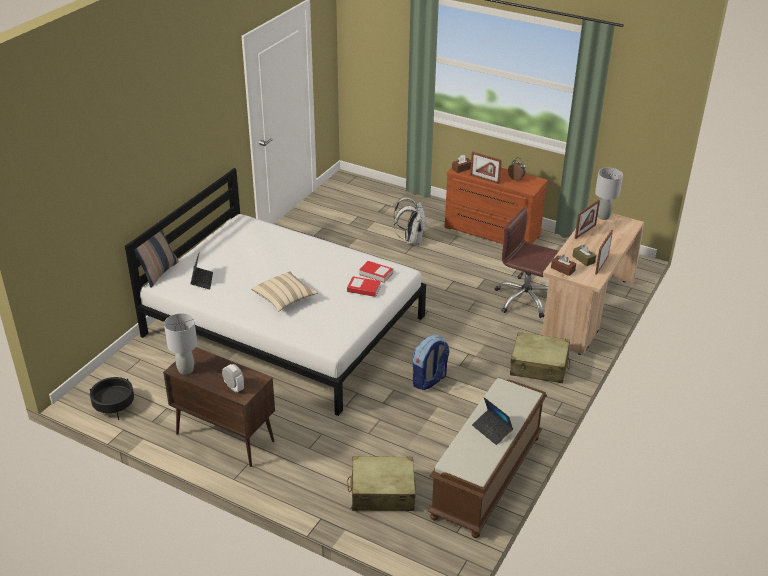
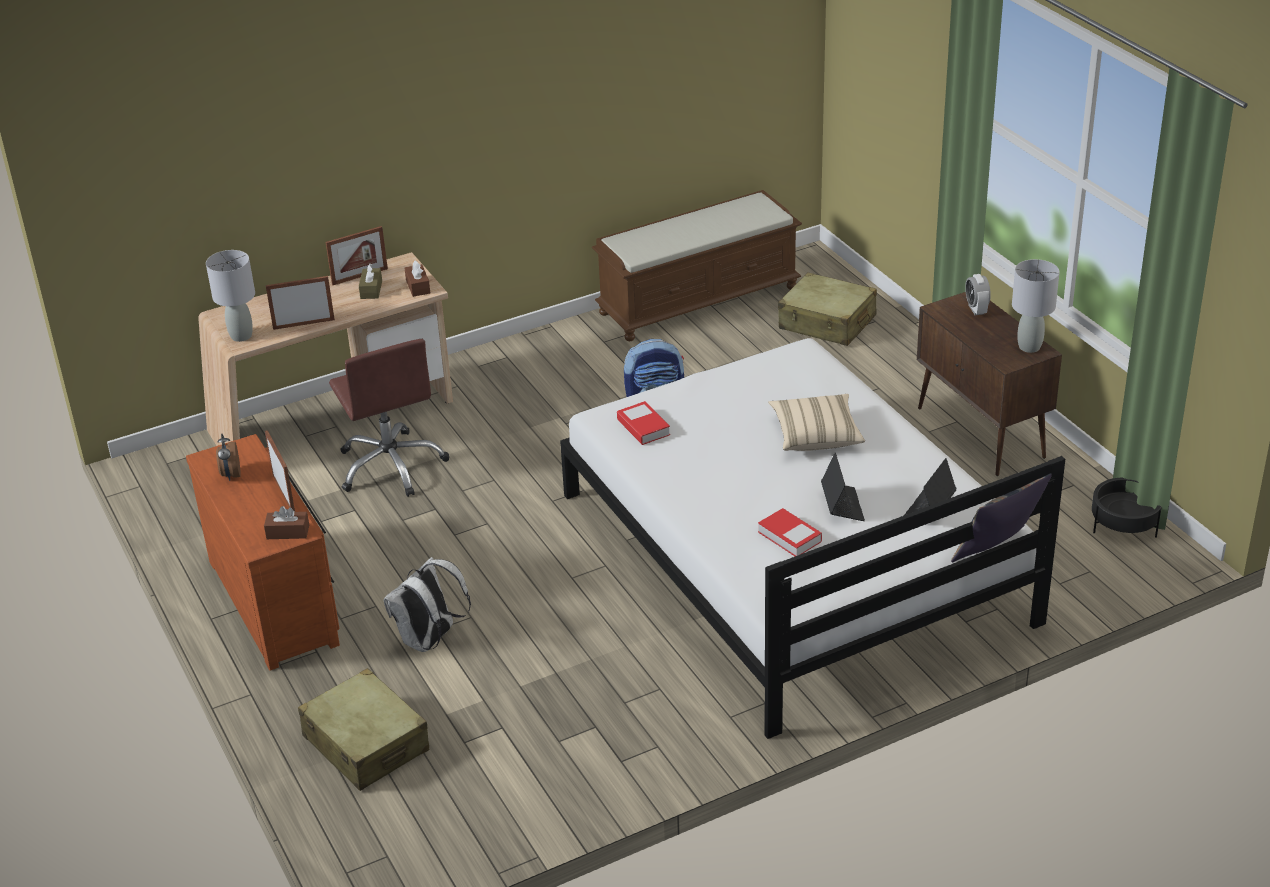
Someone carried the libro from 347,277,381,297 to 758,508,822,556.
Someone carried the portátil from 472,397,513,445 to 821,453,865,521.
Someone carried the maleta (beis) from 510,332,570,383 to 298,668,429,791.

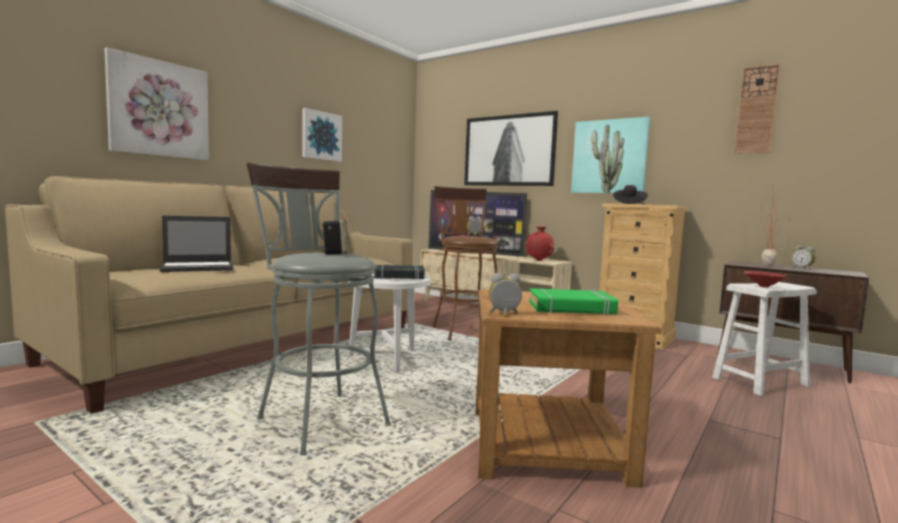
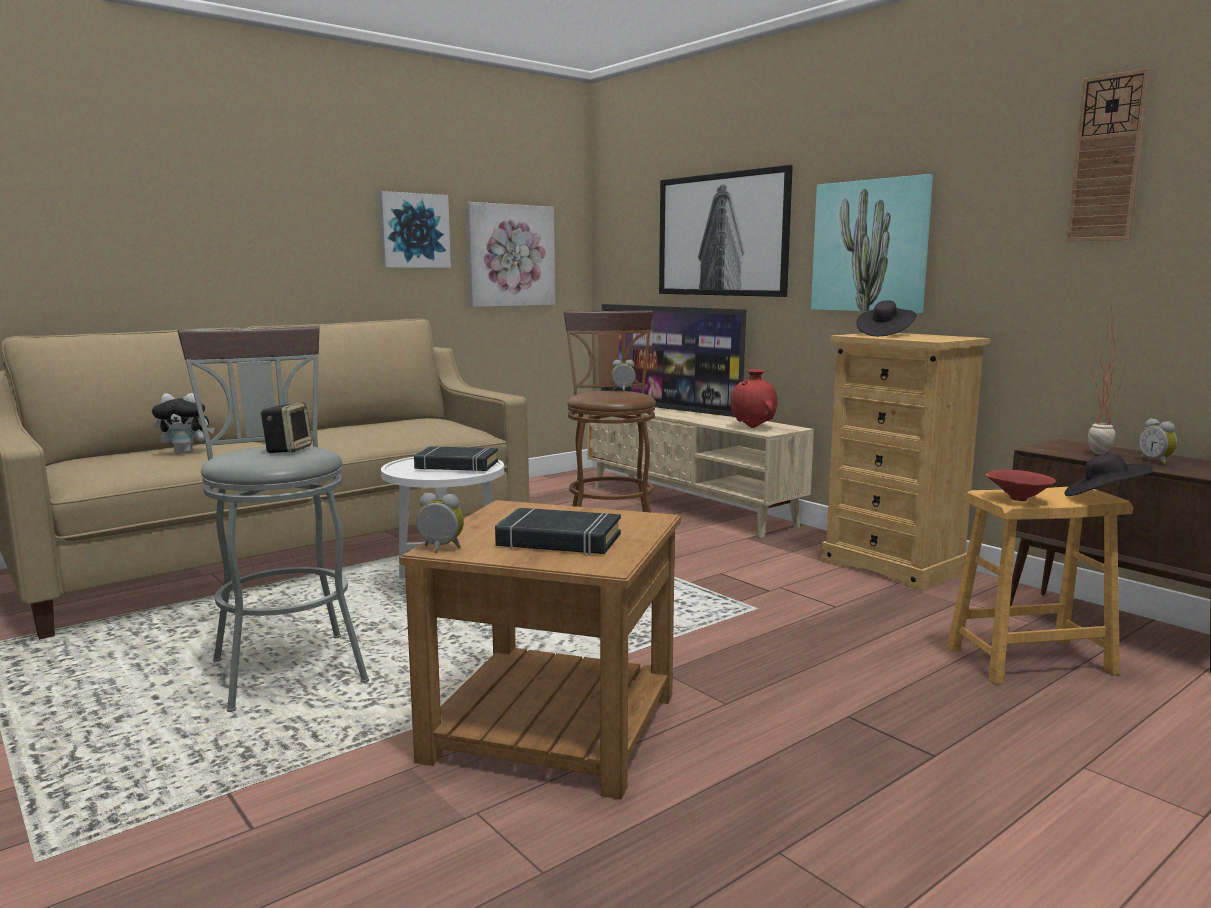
Someone put down the sombrero (negro) at 1065,454,1153,496.
Someone carried the cuadro from 104,47,209,160 to 467,202,555,307.
Someone swapped the portátil at 160,216,233,272 for the peluche at 152,393,215,454.
Someone repainted the libro (verde) at 529,288,618,315, which became the libro (negro) at 495,508,621,555.
Someone repainted the taburete (blanco) at 712,282,817,396, which became the taburete (marrón) at 947,486,1133,684.

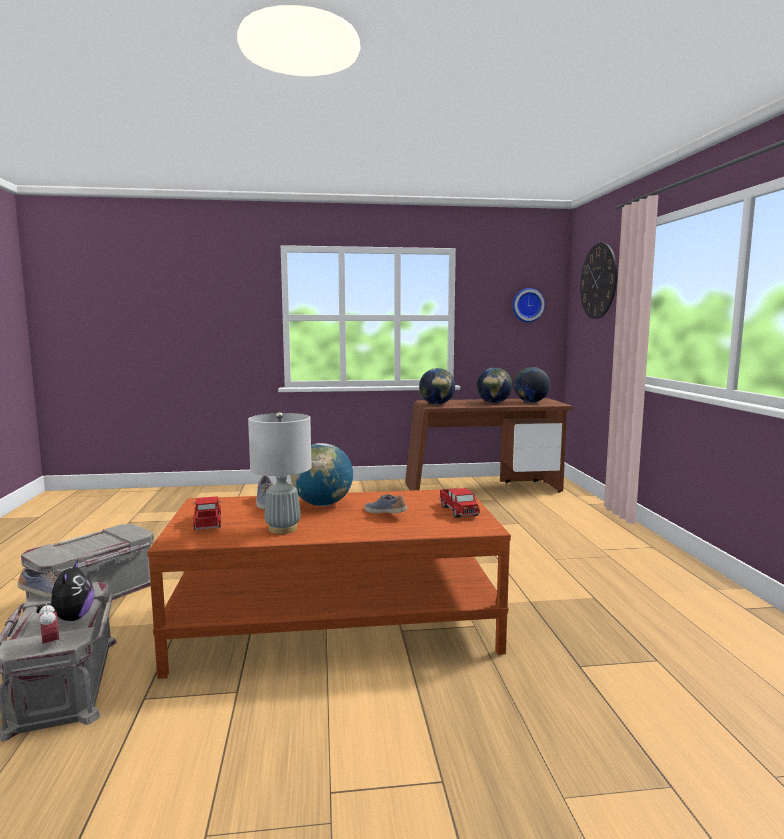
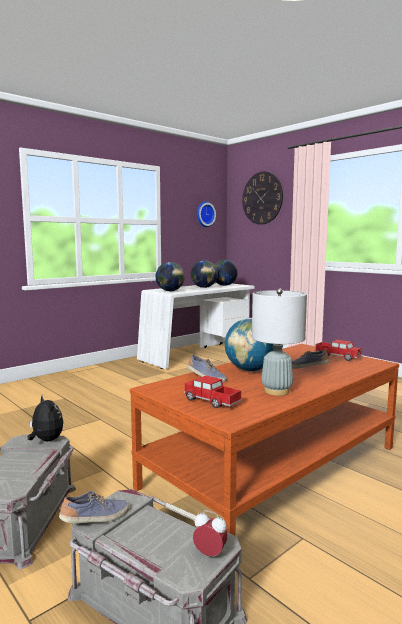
Someone carried the peluche from 36,559,94,621 to 27,396,63,441.
Someone repainted the escritorio (marrón) at 405,398,572,492, which became the escritorio (blanco) at 137,283,254,369.

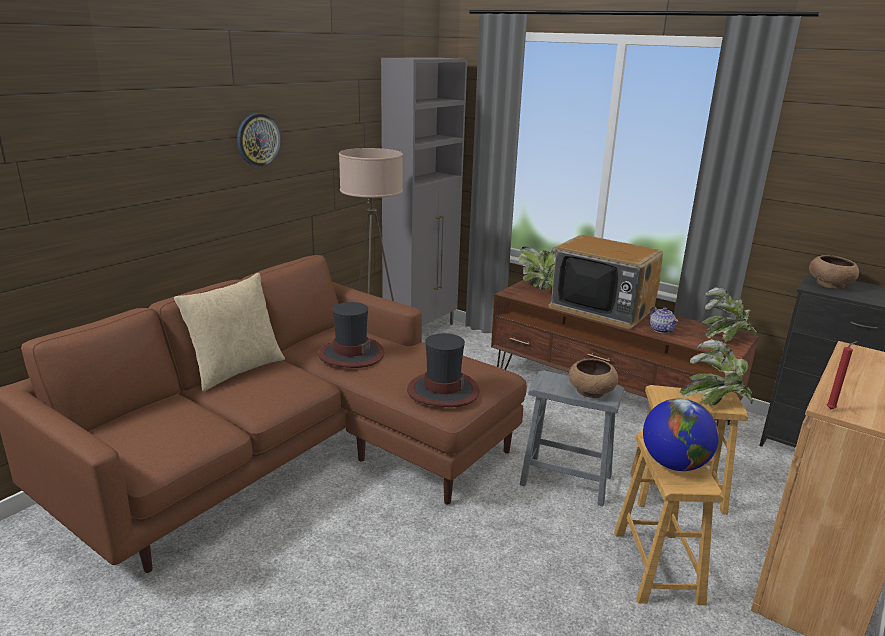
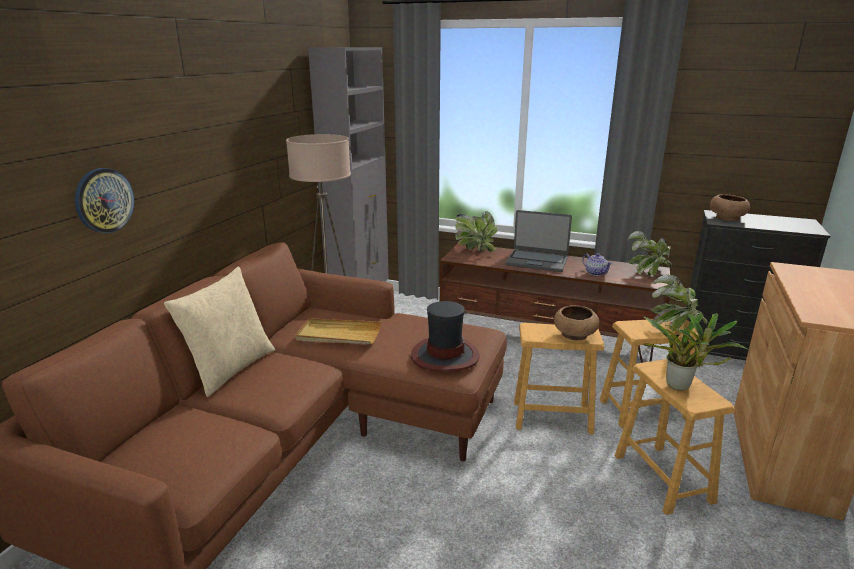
Someone took away the vela (rojo) at 827,341,858,409.
Someone carried the reloj de pared from 237,113,281,167 to 75,168,134,233.
Someone swapped the sombrero at 318,302,384,368 for the bandeja (beis) at 295,318,381,344.
Someone swapped the televisor at 548,234,663,329 for the portátil at 505,210,572,272.
Someone swapped the globo terráqueo at 643,398,719,471 for the planta en maceta at 642,313,750,391.
Someone repainted the taburete (gris) at 520,371,624,506, which became the taburete (marrón) at 514,323,604,435.

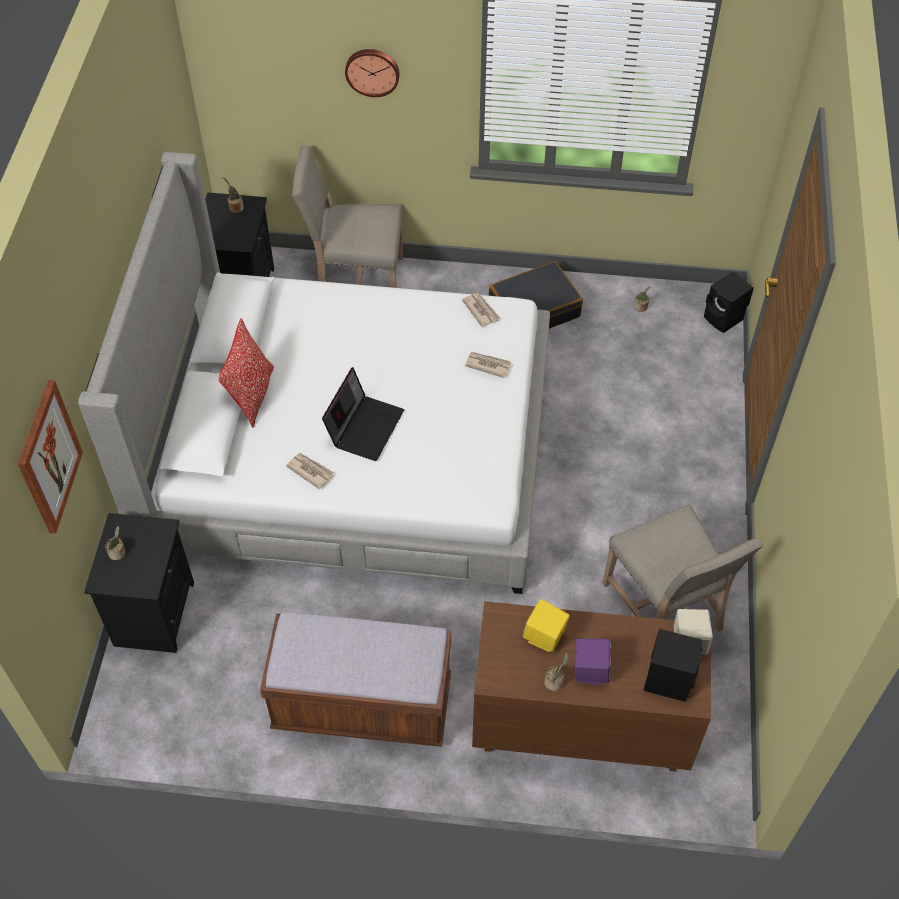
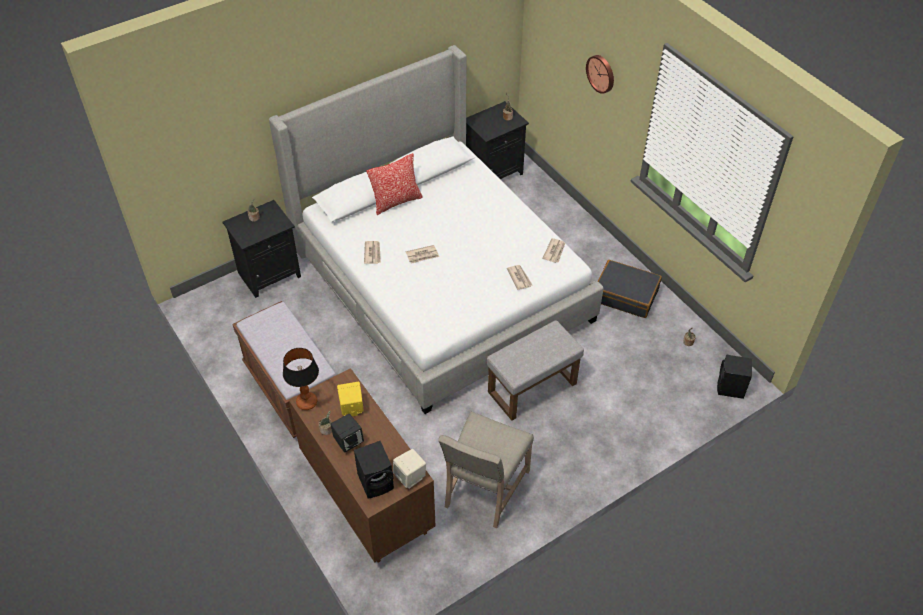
Someone took away the cuadro at 17,380,83,534.
Someone took away the silla (beis) at 292,145,403,288.
Someone put down the lámpara de mesa at 283,348,319,410.
Someone put down the puf (gris) at 487,320,584,421.
Someone swapped the portátil at 322,367,404,461 for the periódico at 406,245,439,264.
Someone repainted the altavoz (morado) at 575,639,611,685, which became the altavoz (negro) at 330,414,364,453.

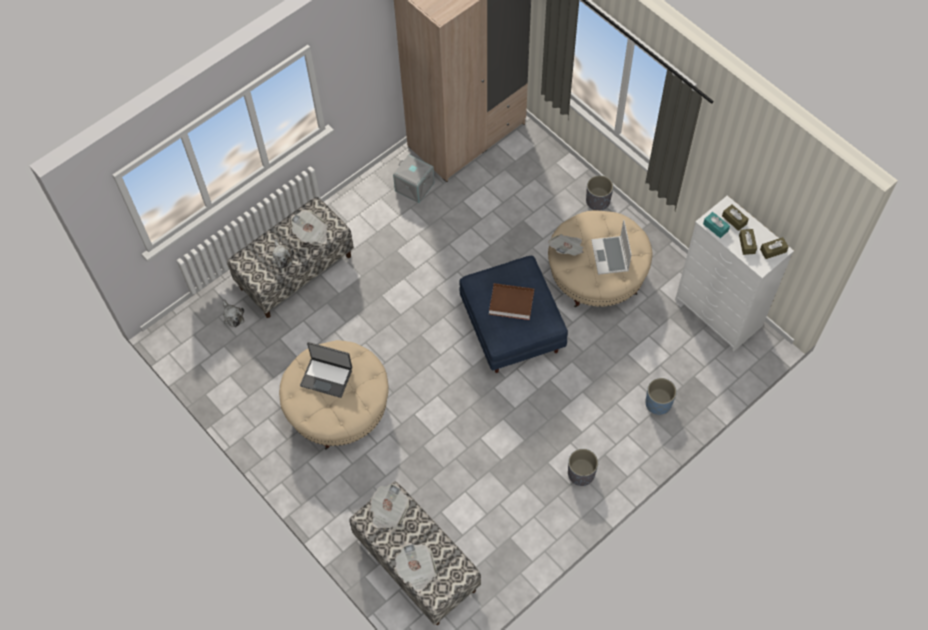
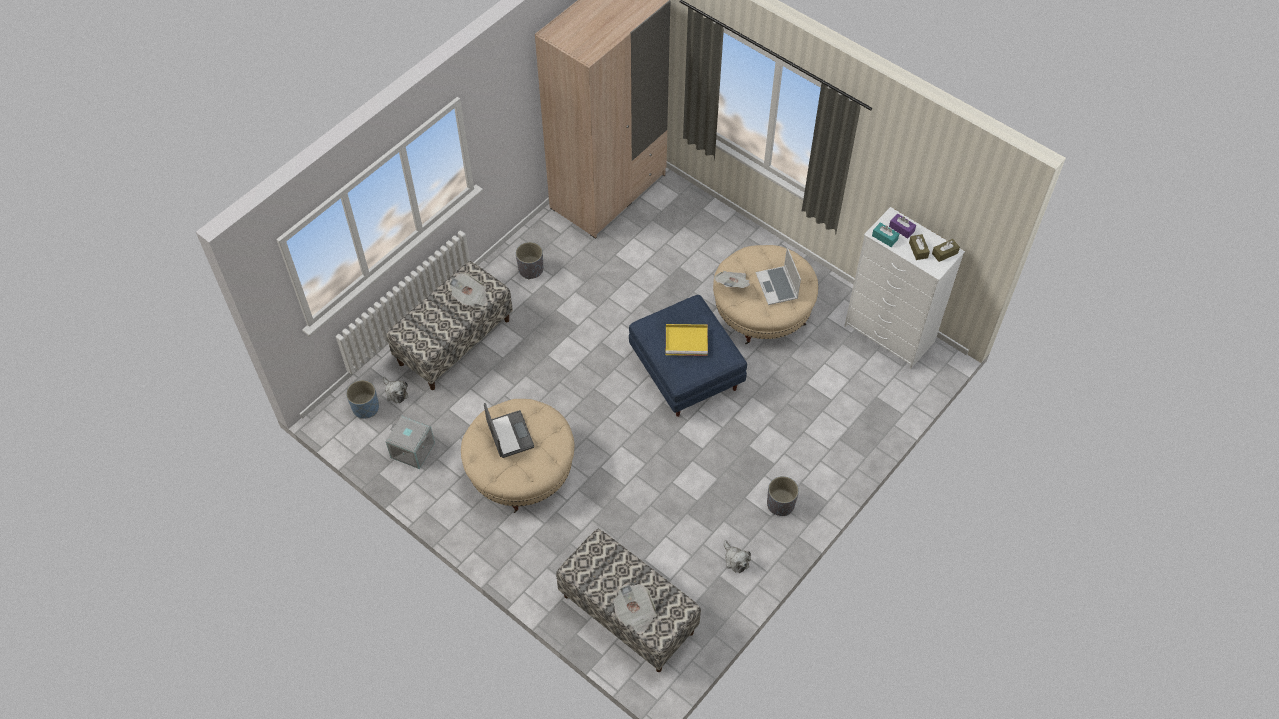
Someone took away the periódico at 370,484,409,529.
Someone carried the peluche from 272,239,294,268 to 724,540,751,573.
Someone carried the caja de almacenaje (gris) from 393,154,434,203 to 385,415,435,469.
Someone carried the maceta (gris) from 586,175,613,211 to 516,242,543,279.
Someone carried the maceta (azul) from 645,378,677,415 to 346,380,379,419.
Someone repainted the bandeja (marrón) at 489,283,534,320, which became the bandeja (amarillo) at 666,324,708,356.
Someone repainted the caja de pañuelos (marrón) at 722,204,749,231, which became the caja de pañuelos (morado) at 889,214,916,239.
Someone rotated the portátil at 300,342,352,398 by 120 degrees counterclockwise.

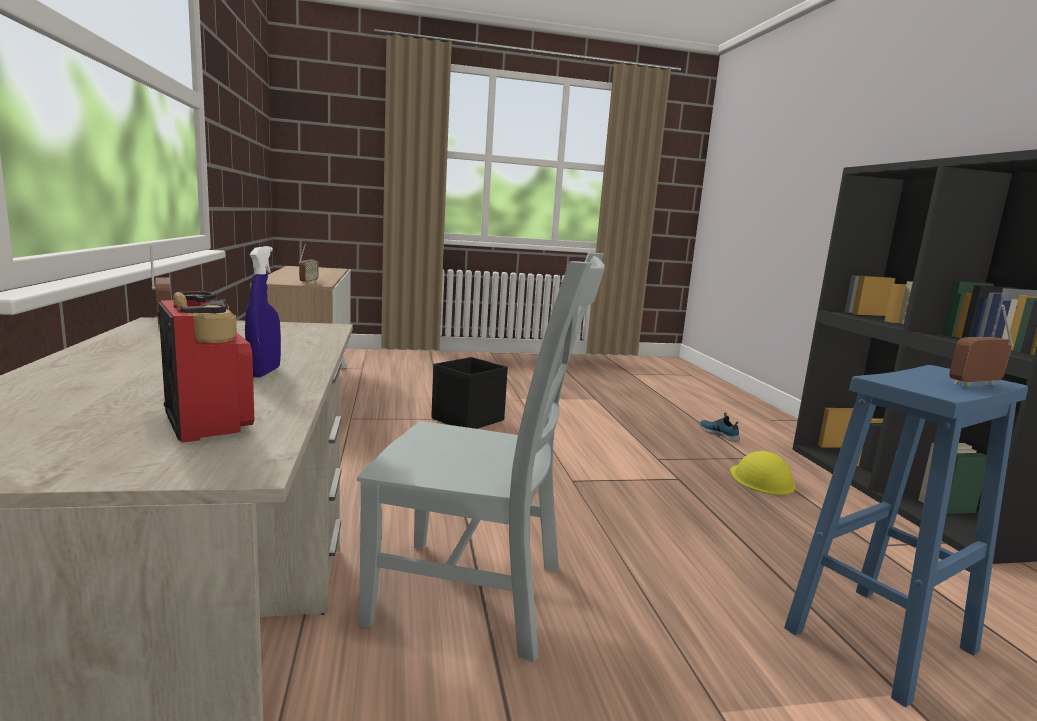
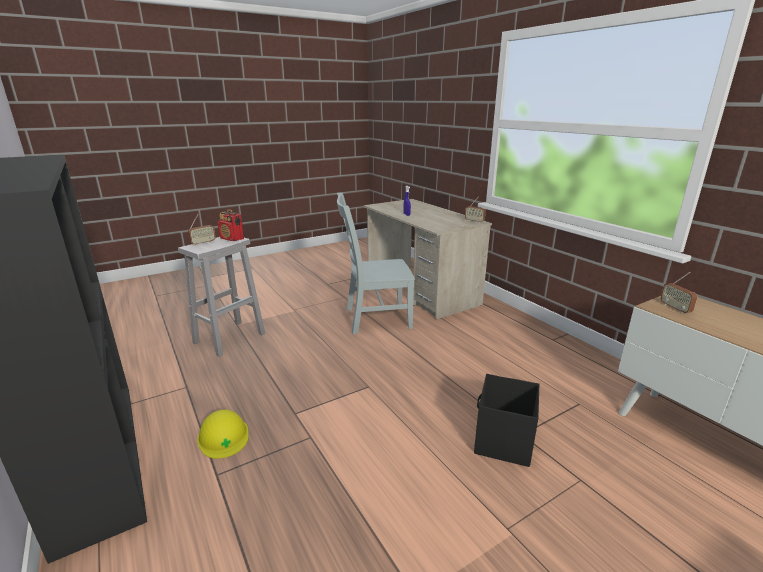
Someone took away the zapato at 699,413,740,441.
Someone carried the radio from 157,291,254,443 to 218,209,244,241.
Someone repainted the taburete (azul) at 784,365,1028,707, which became the taburete (blanco) at 178,237,265,357.

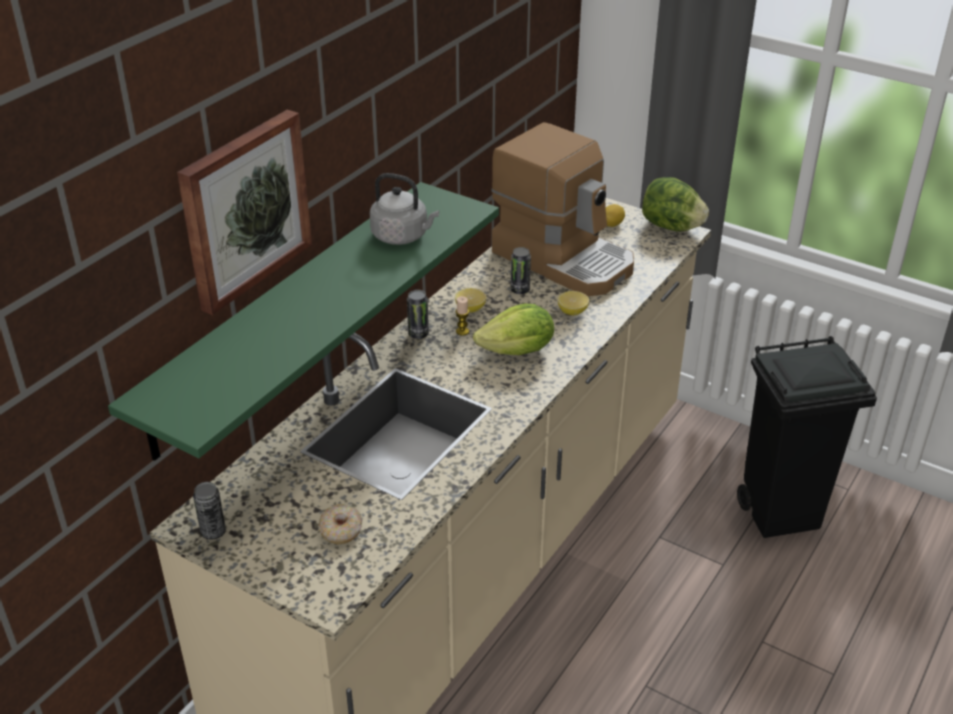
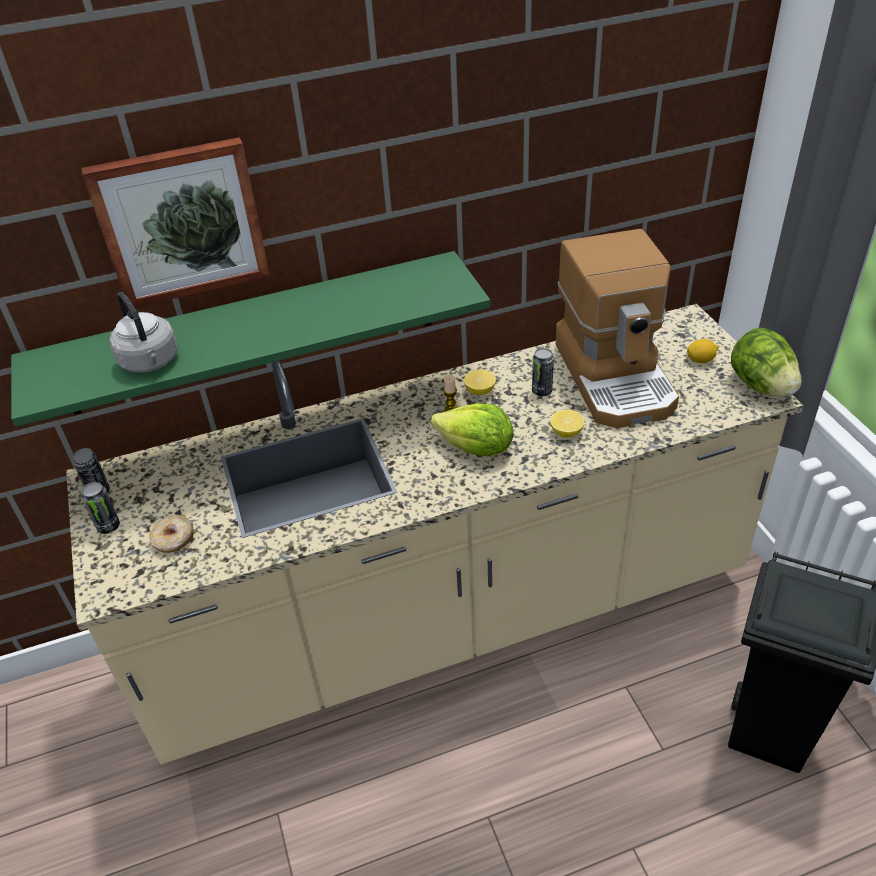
Someone carried the hervidor (gris) from 369,173,439,245 to 109,292,178,373.
Someone carried the lata from 407,290,429,339 to 82,482,120,534.

